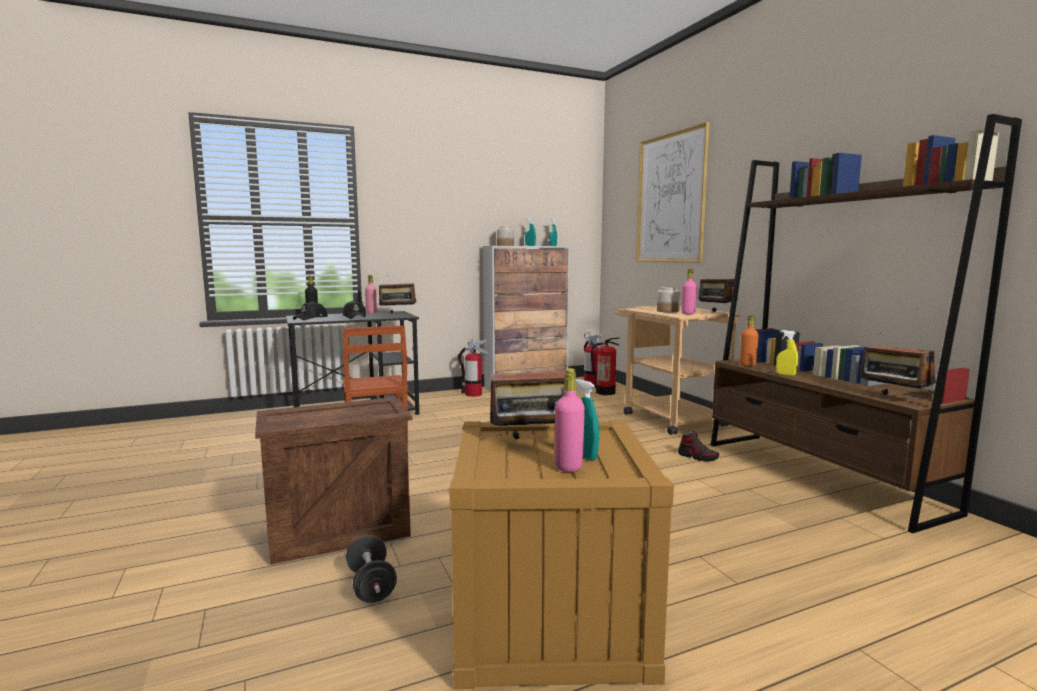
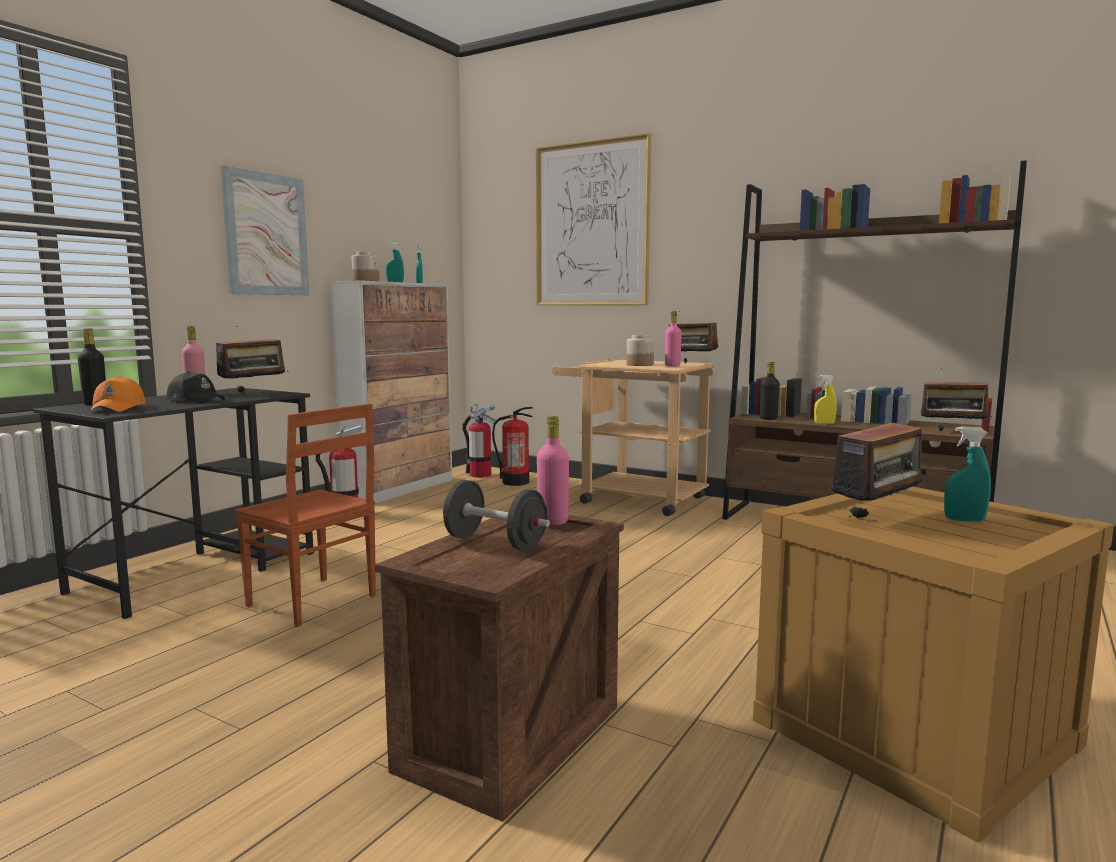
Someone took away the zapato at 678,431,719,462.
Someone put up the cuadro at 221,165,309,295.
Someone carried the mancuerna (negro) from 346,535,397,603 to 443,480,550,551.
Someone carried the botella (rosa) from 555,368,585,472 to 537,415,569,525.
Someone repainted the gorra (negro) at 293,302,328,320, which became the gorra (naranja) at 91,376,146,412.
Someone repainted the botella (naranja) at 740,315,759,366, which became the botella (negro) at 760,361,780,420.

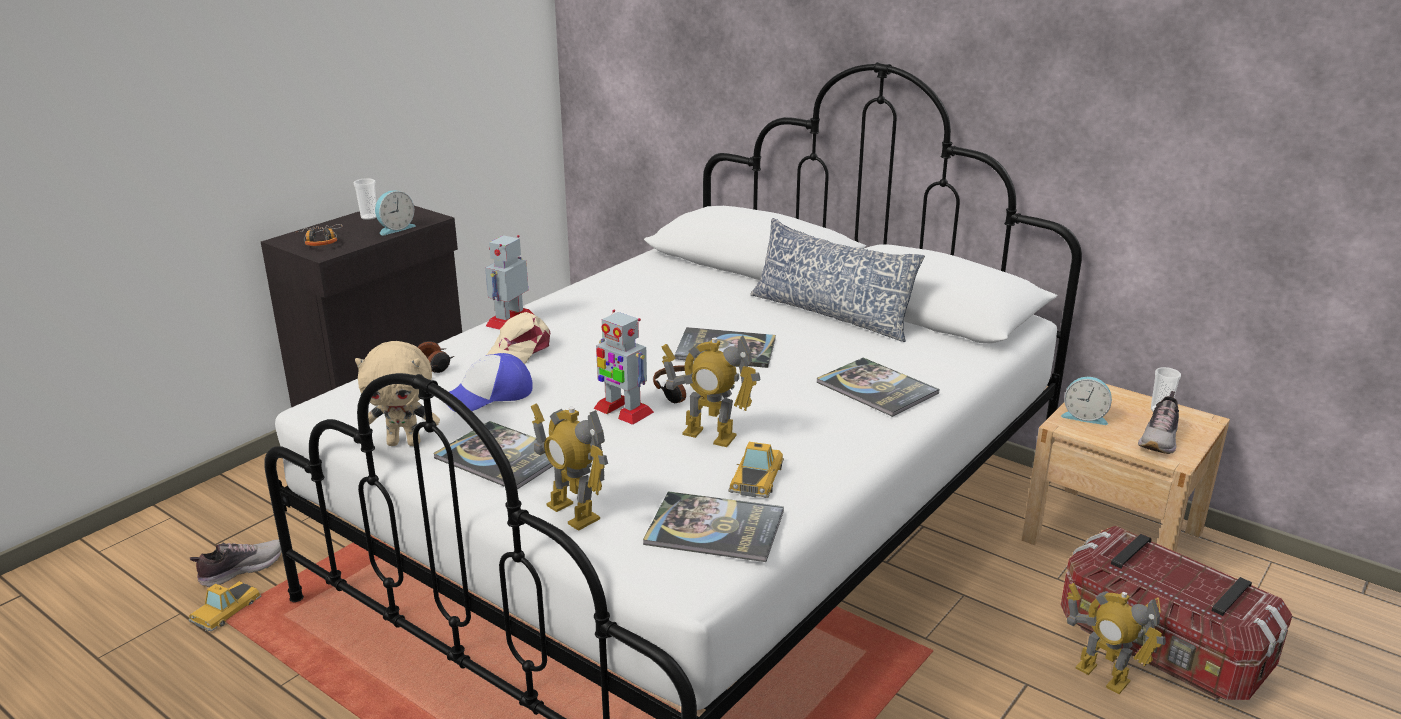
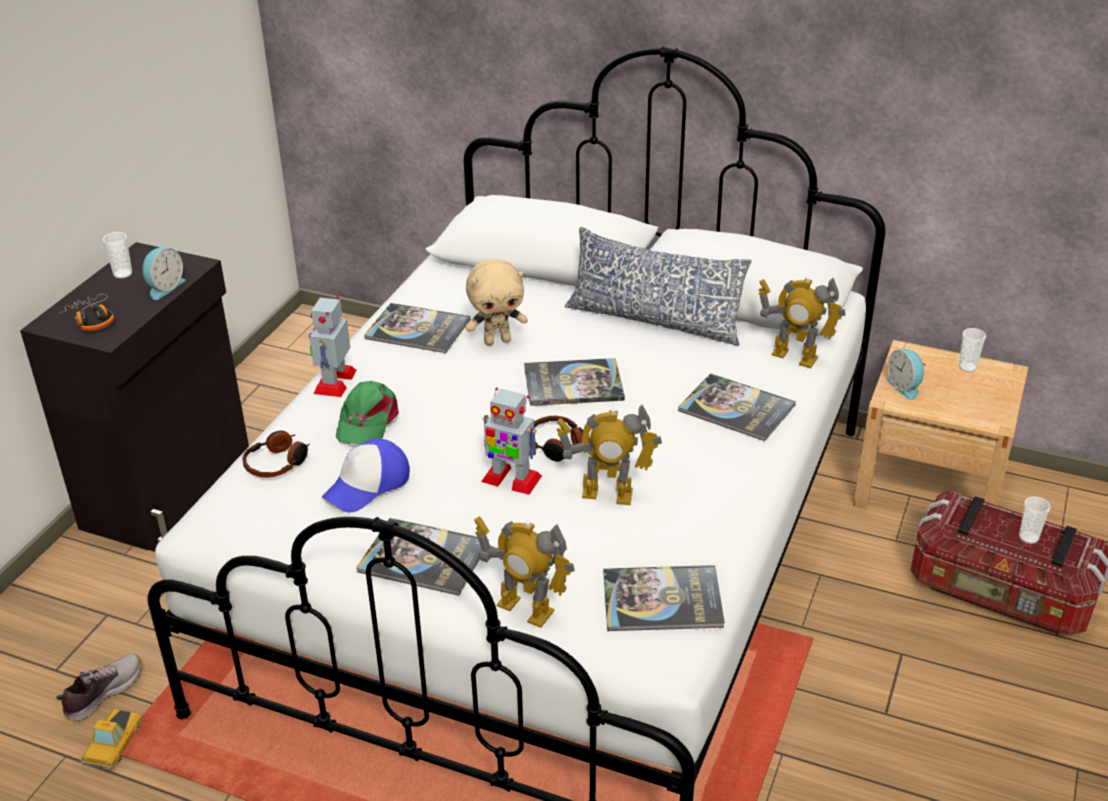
Someone took away the coche de juguete at 728,442,784,498.
Someone took away the zapato at 1138,391,1179,454.
Someone put down the libro at 364,303,470,353.
Someone put down the taza at 1019,496,1051,544.
Someone carried the peluche (beis) from 355,341,440,446 to 465,259,528,345.
Someone carried the robot de juguete from 1067,583,1166,694 to 759,277,846,368.
Someone repainted the gorra (beis) at 487,312,550,364, which became the gorra (verde) at 336,381,399,445.
Someone rotated the despertador at 1061,377,1112,425 by 60 degrees clockwise.

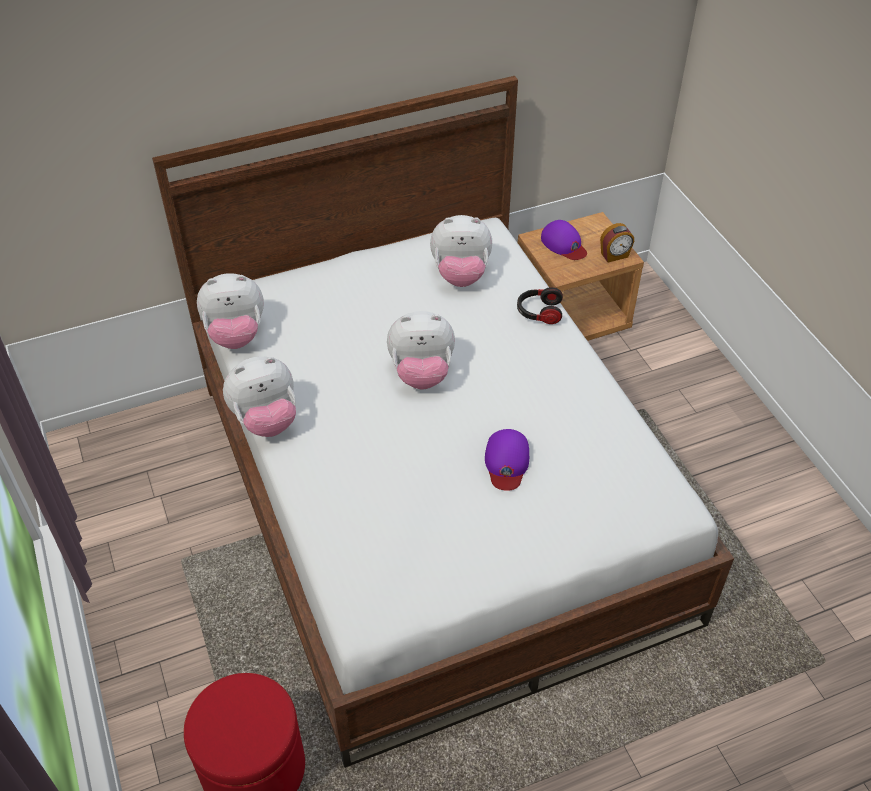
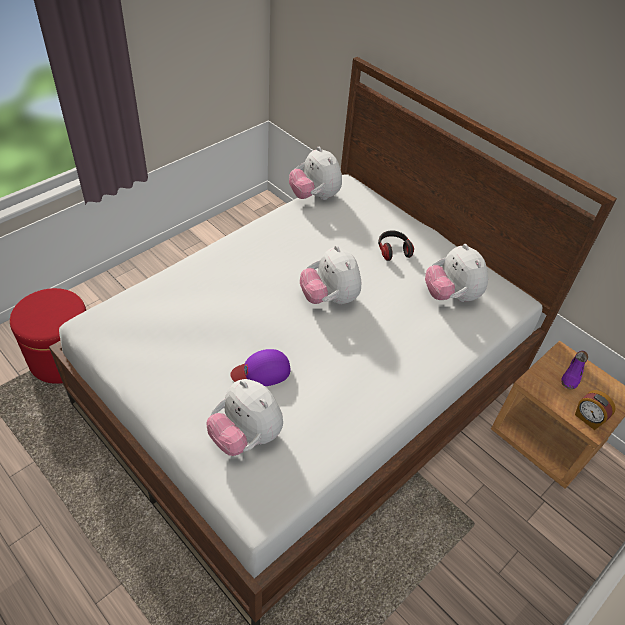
Someone carried the peluche from 223,356,296,437 to 207,379,283,456.
Someone carried the auriculares from 517,287,563,324 to 378,230,414,261.
Someone swapped the gorra (morado) at 541,220,587,260 for the zapato (morado) at 561,351,588,389.

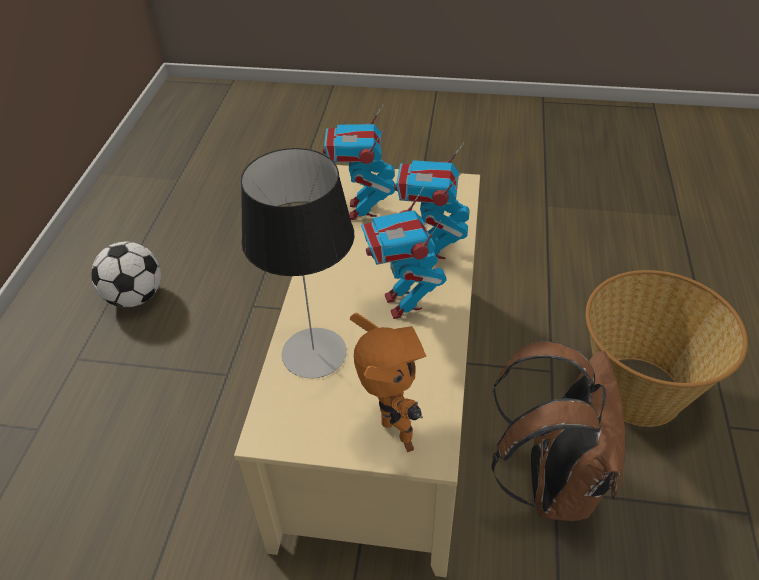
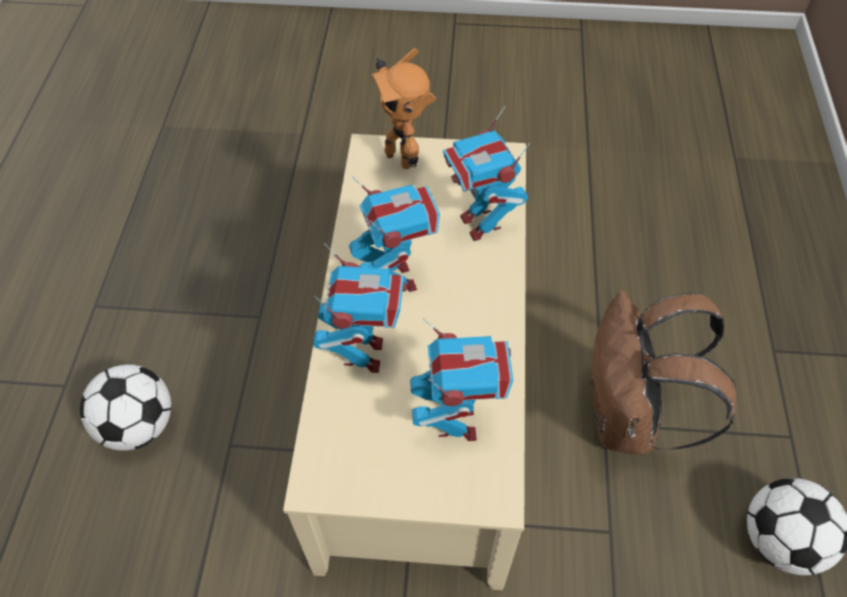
Someone carried the mochila (marrón) from 491,341,625,521 to 589,290,736,454.
Someone swapped the lámpara de mesa at 241,148,354,378 for the robot de juguete at 443,106,530,241.
Someone swapped the cesta at 586,270,748,427 for the balón de fútbol at 80,364,171,451.

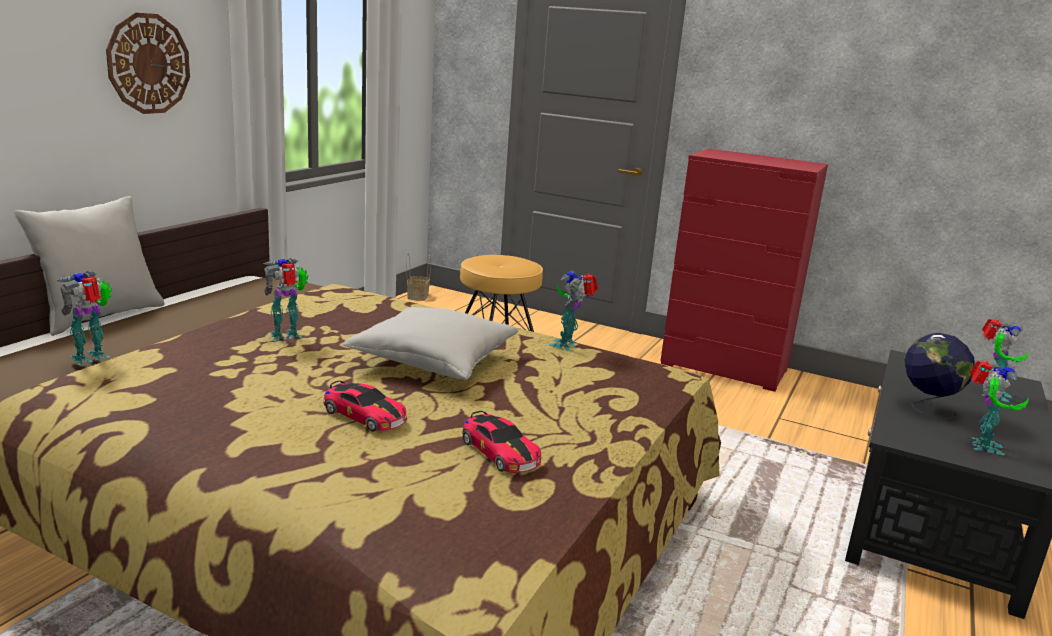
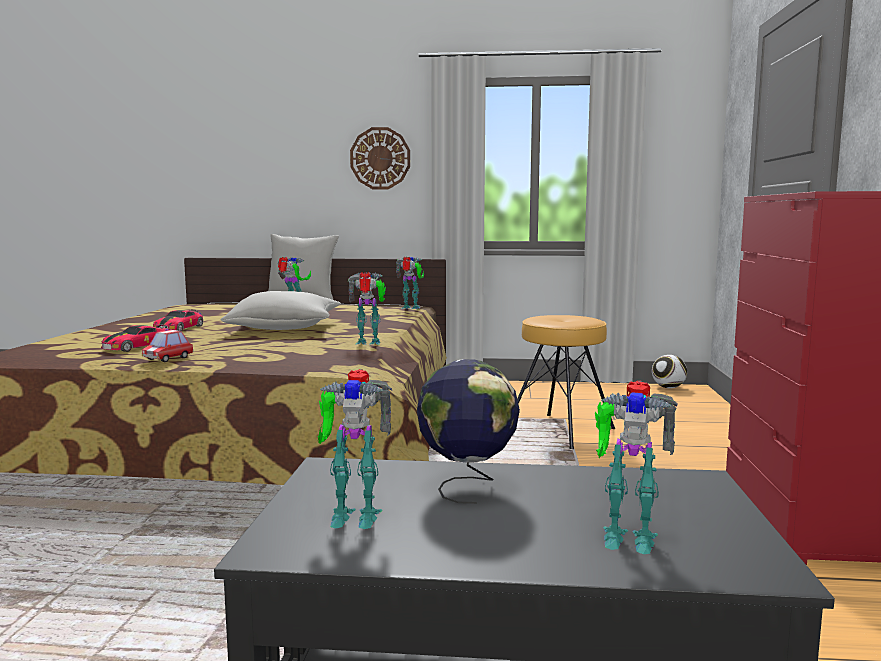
Someone put down the coche de juguete at 142,330,194,362.
Someone carried the robot de juguete from 56,271,112,365 to 396,257,424,309.
Someone swapped the cesta at 406,253,431,301 for the balón de fútbol at 652,355,687,388.

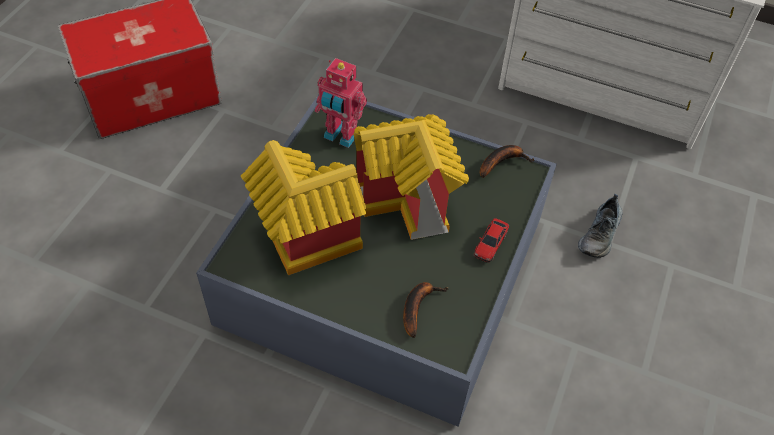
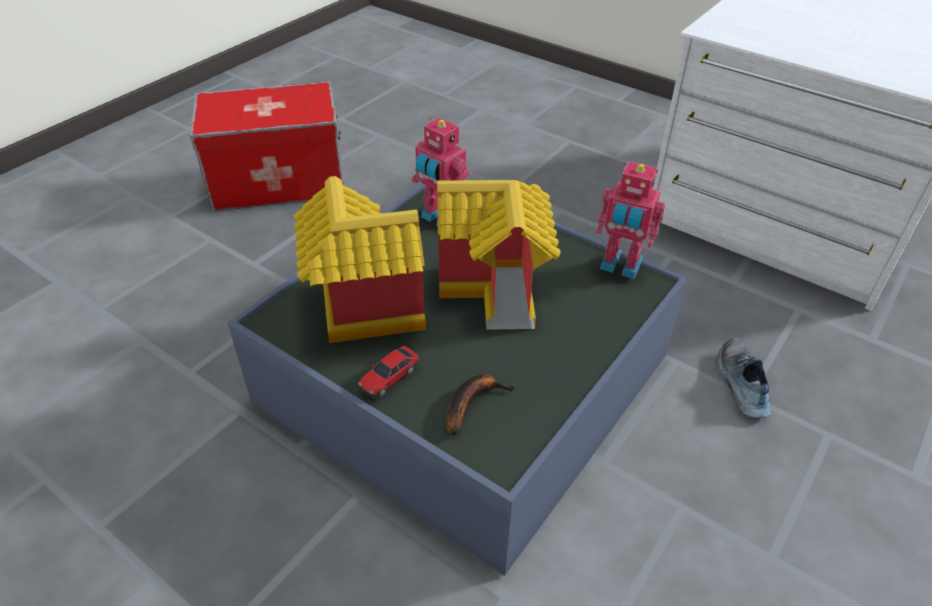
Someone carried the coche de juguete from 474,218,509,263 to 358,346,419,398.
Someone swapped the plátano at 480,145,534,178 for the robot de juguete at 596,161,665,279.
Someone rotated the zapato at 578,194,623,258 by 135 degrees clockwise.

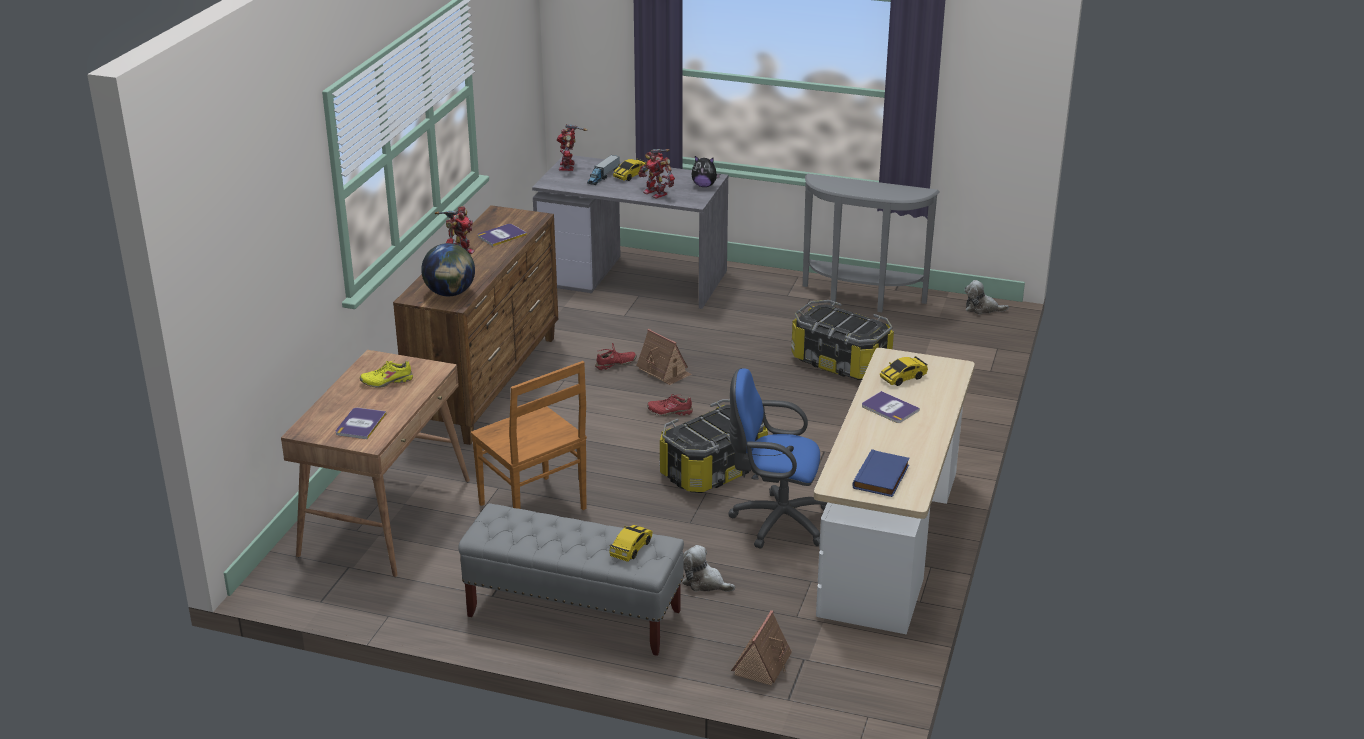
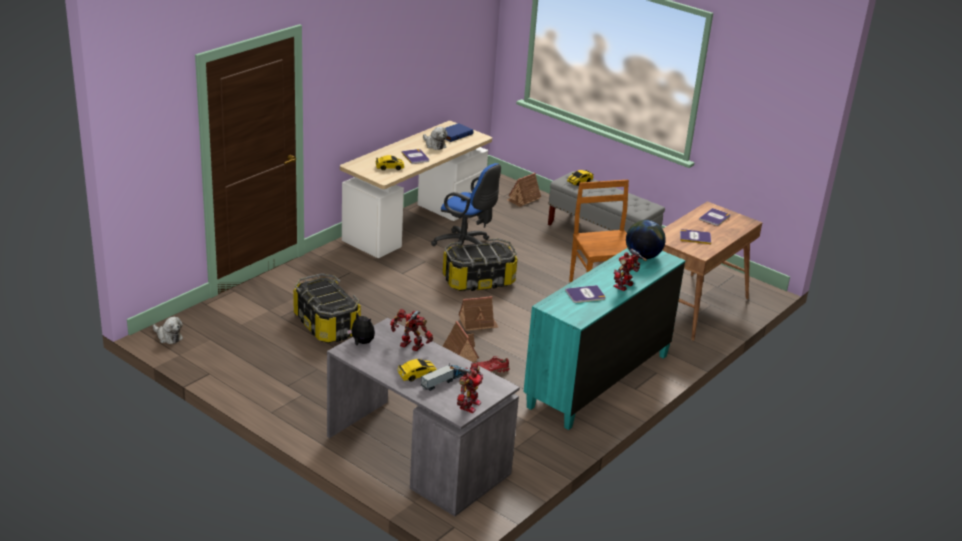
Someone took away the mesa consola (gris) at 803,174,940,312.
Someone carried the peluche from 682,545,735,592 to 423,127,448,150.
Someone swapped the zapato (amarillo) at 360,360,413,388 for the libro at 680,229,711,244.
Someone swapped the zapato (rojo) at 647,394,693,416 for the casita at 459,296,498,331.
Someone repainted the cómoda (marrón) at 393,205,558,445, which became the cómoda (turquesa) at 524,248,685,430.
Someone rotated the robot de juguete at 638,149,675,198 by 45 degrees counterclockwise.

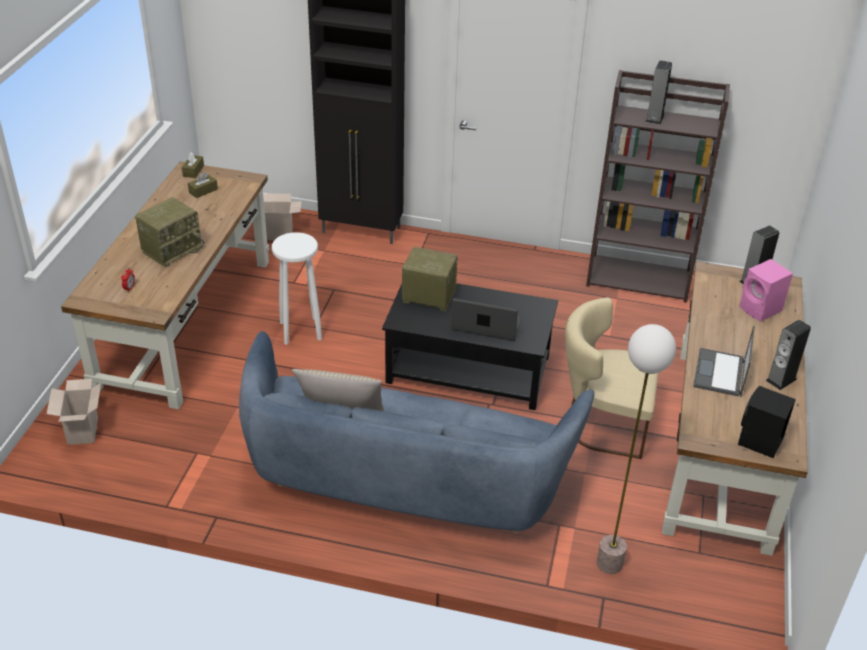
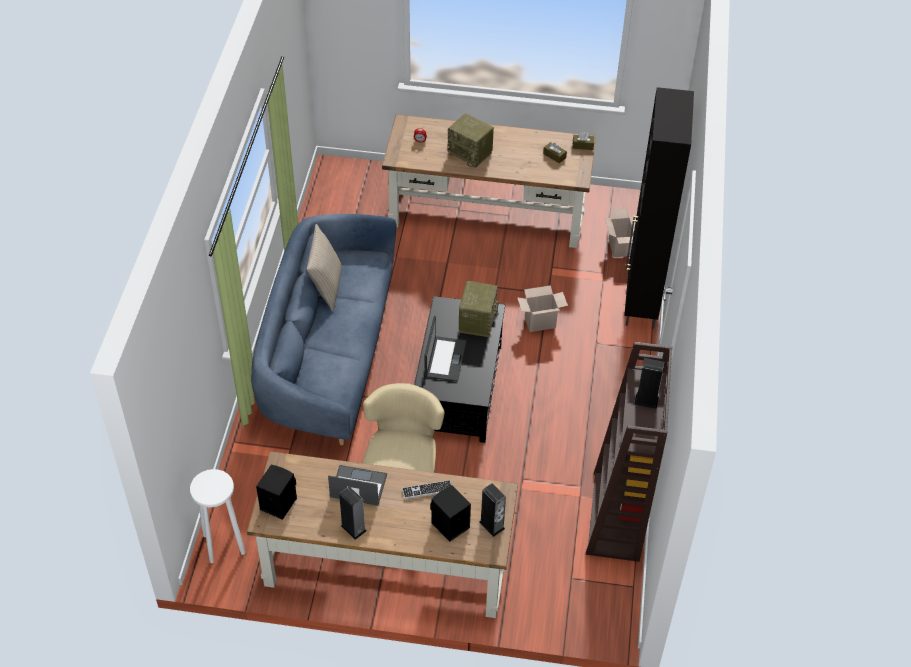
Someone took away the lámpara de pie at 597,324,676,574.
Someone put down the teclado at 402,480,451,499.
Someone carried the caja de cartón from 46,379,101,445 to 517,285,568,332.
Someone carried the taburete (blanco) from 272,232,322,345 to 190,469,245,563.
Someone repainted the altavoz (rosa) at 739,259,793,322, which became the altavoz (negro) at 430,485,471,542.

